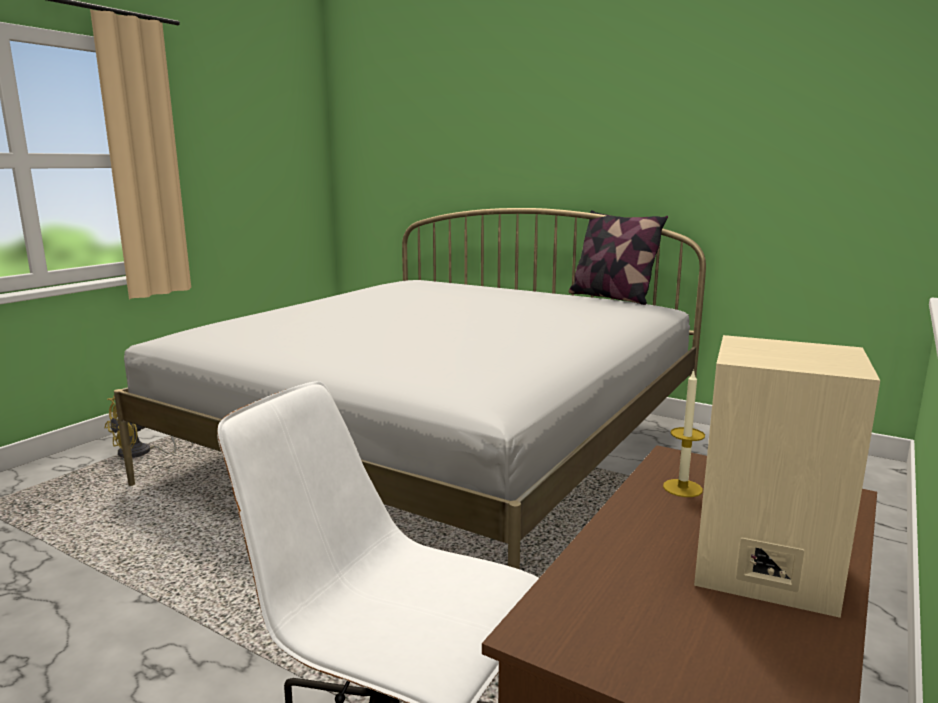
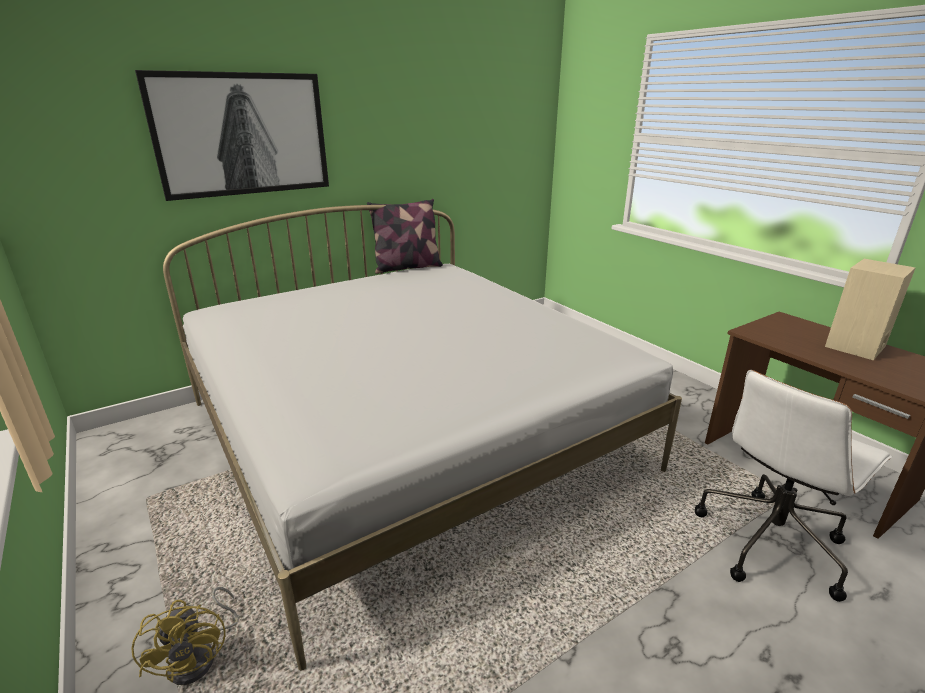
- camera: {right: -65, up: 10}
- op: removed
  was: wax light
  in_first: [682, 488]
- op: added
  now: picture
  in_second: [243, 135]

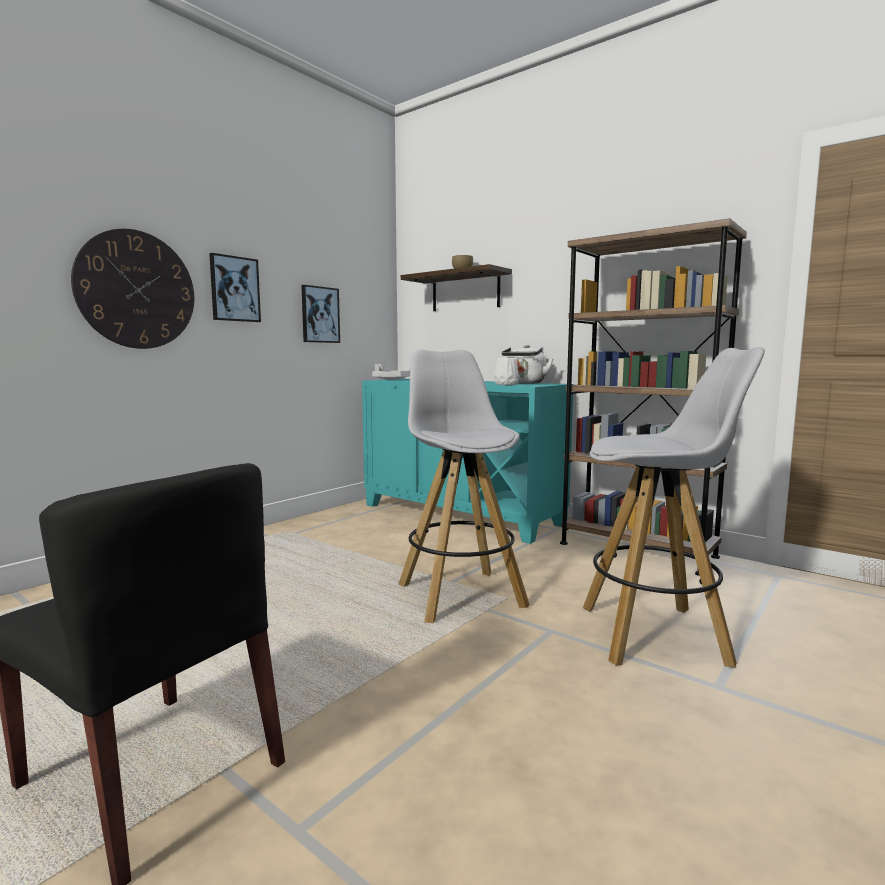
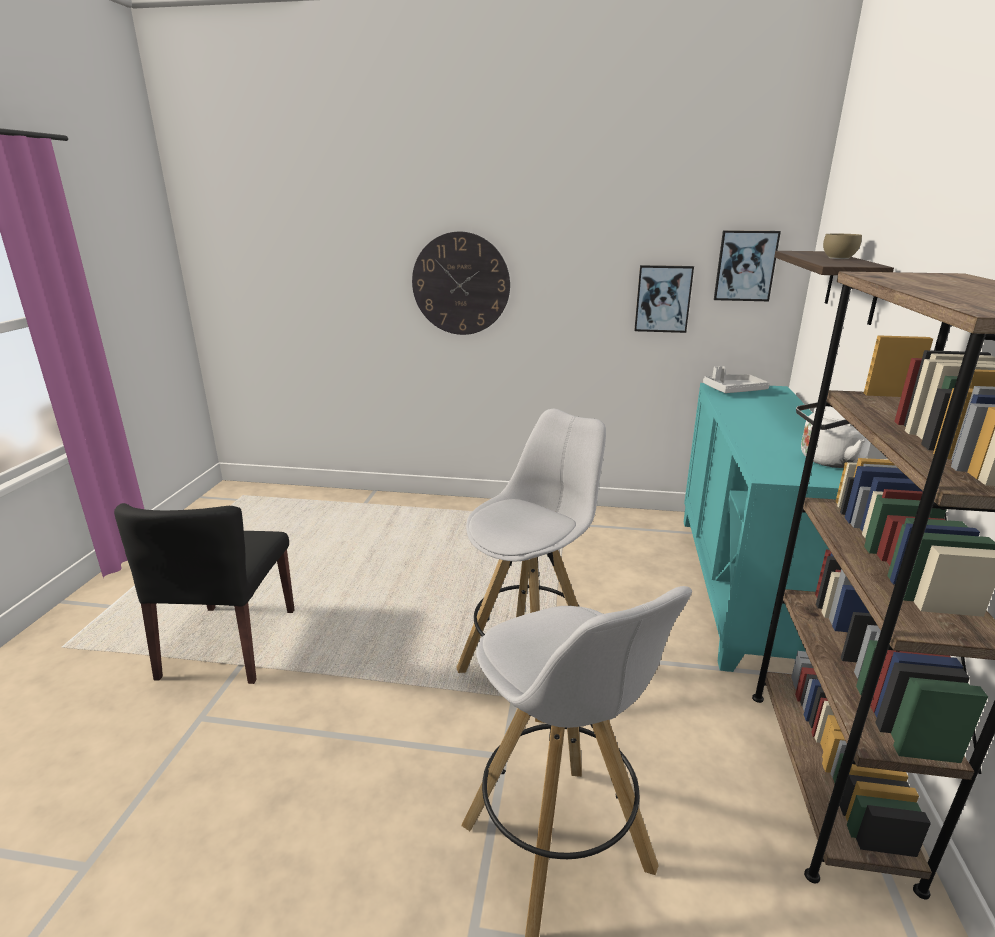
- camera: {right: 60, up: 15}
- op: removed
  was: white decorative vase
  in_first: [506, 384]
- op: moved
  was: picture
  in_first: [234, 289]
  in_second: [745, 266]

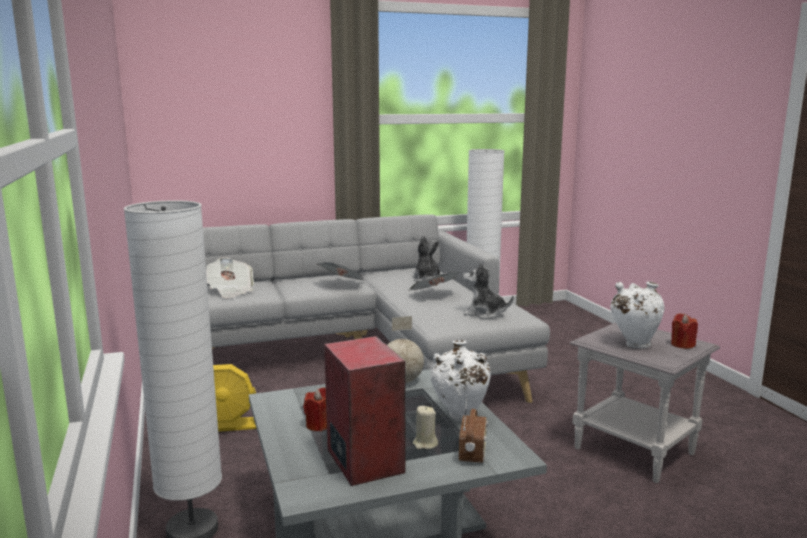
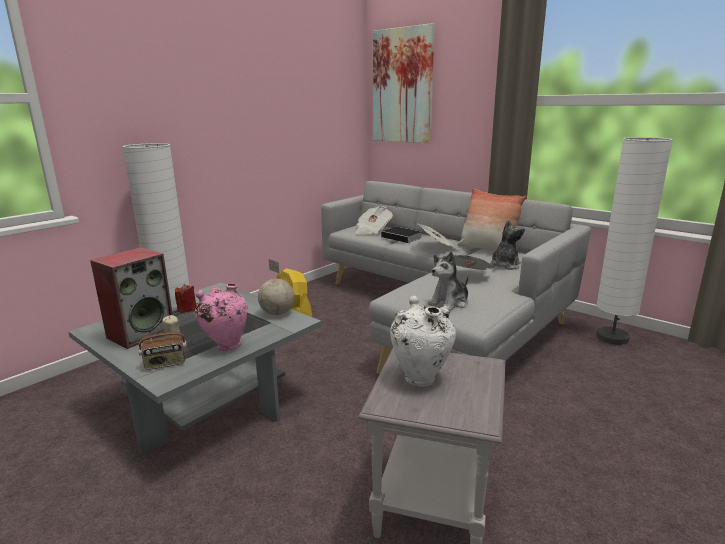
- camera: {right: 60, up: 5}
- op: removed
  was: reddish wax light
  in_first: [682, 344]
- op: added
  now: picture
  in_second: [402, 86]
- op: added
  now: book
  in_second: [402, 237]
- op: added
  now: throw pillow
  in_second: [487, 250]
- op: recoloured
  was: white decorative vase
  now: pink-coloured decorative vase
  in_first: [459, 417]
  in_second: [225, 346]
- op: turned
  was: plush toy
  in_first: [484, 314]
  in_second: [449, 303]
  clockwise: -120

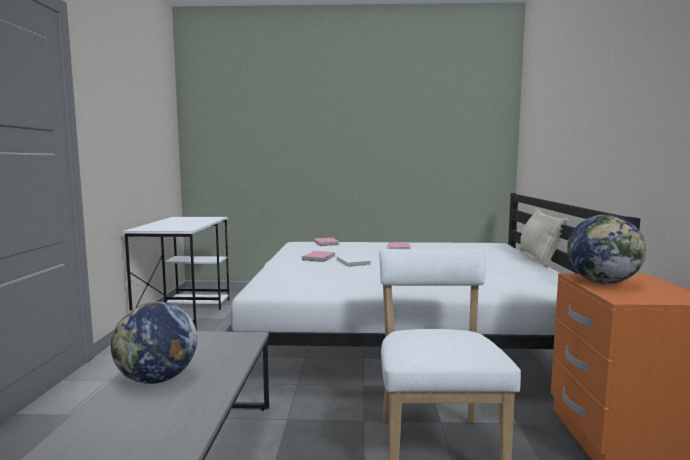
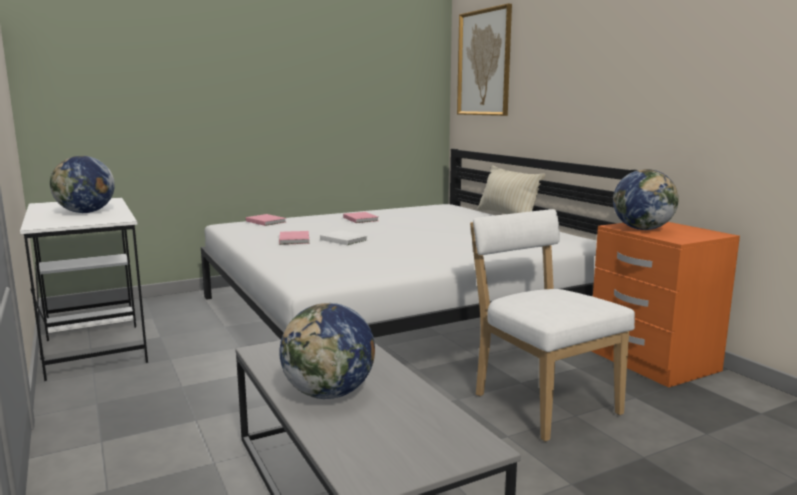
- camera: {right: -30, up: 5}
- op: added
  now: desk globe
  in_second: [86, 212]
- op: added
  now: picture
  in_second: [484, 63]

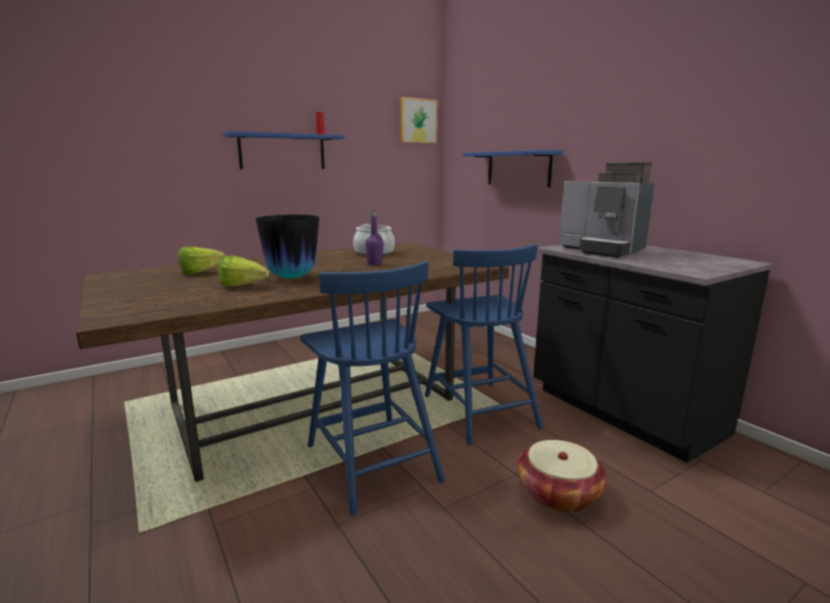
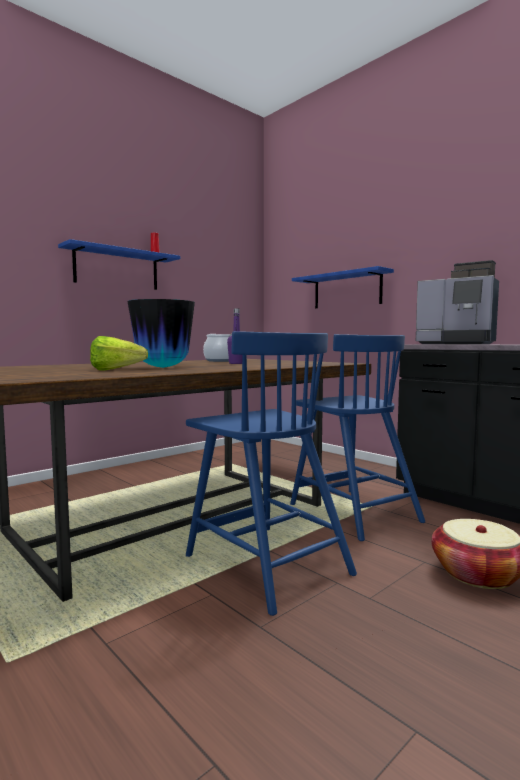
- camera: {right: -10, up: -10}
- op: removed
  was: lettuce
  in_first: [204, 272]
- op: removed
  was: picture
  in_first: [417, 121]

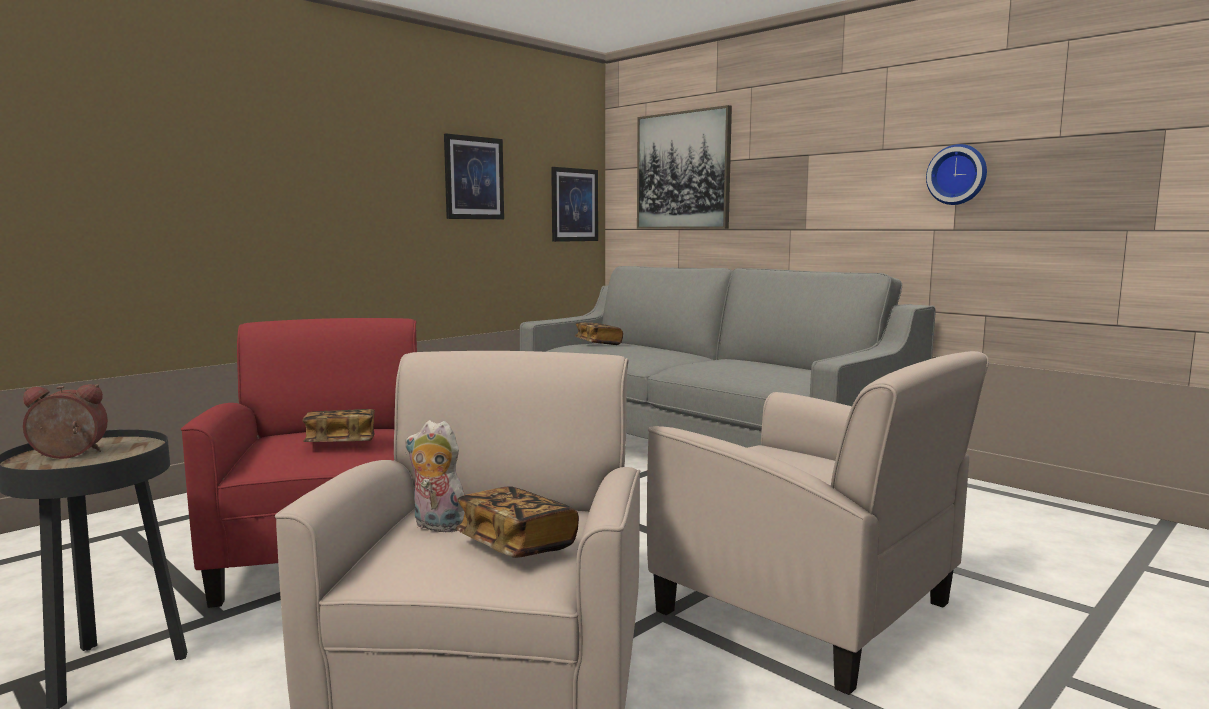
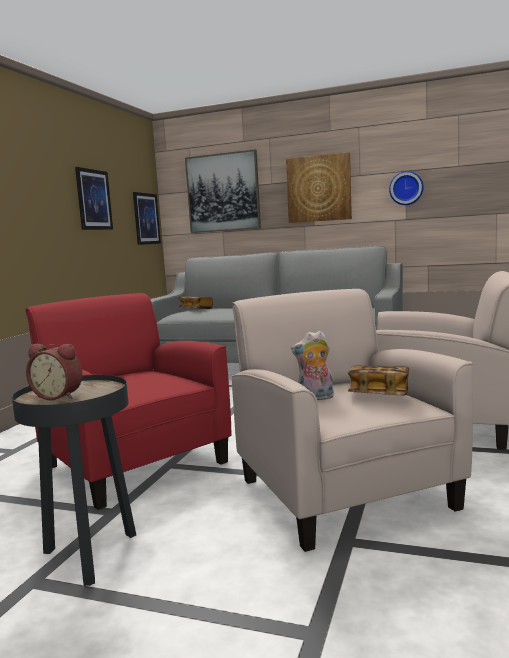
- camera: {right: -25, up: 0}
- op: removed
  was: book
  in_first: [341, 443]
- op: added
  now: picture
  in_second: [319, 188]
- op: turned
  was: table clock
  in_first: [68, 455]
  in_second: [59, 396]
  clockwise: -120

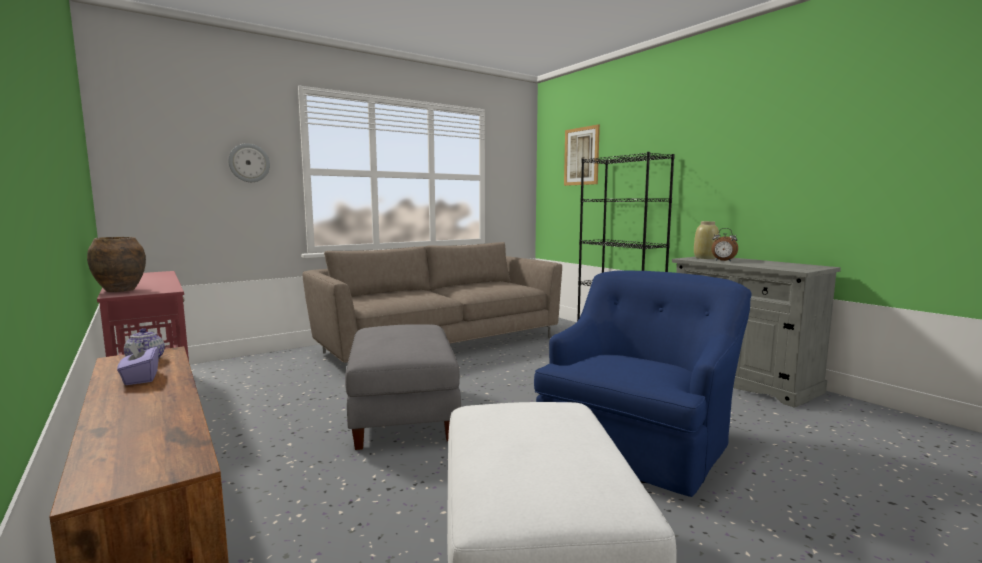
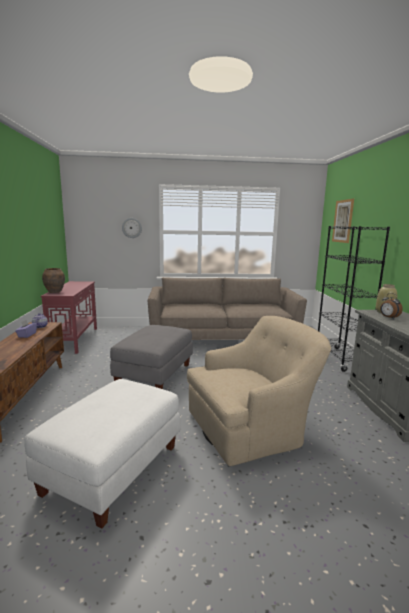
- camera: {right: 30, up: 5}
- op: recoloured
  was: blue-coloured easy chair
  now: beige easy chair
  in_first: [638, 441]
  in_second: [252, 427]

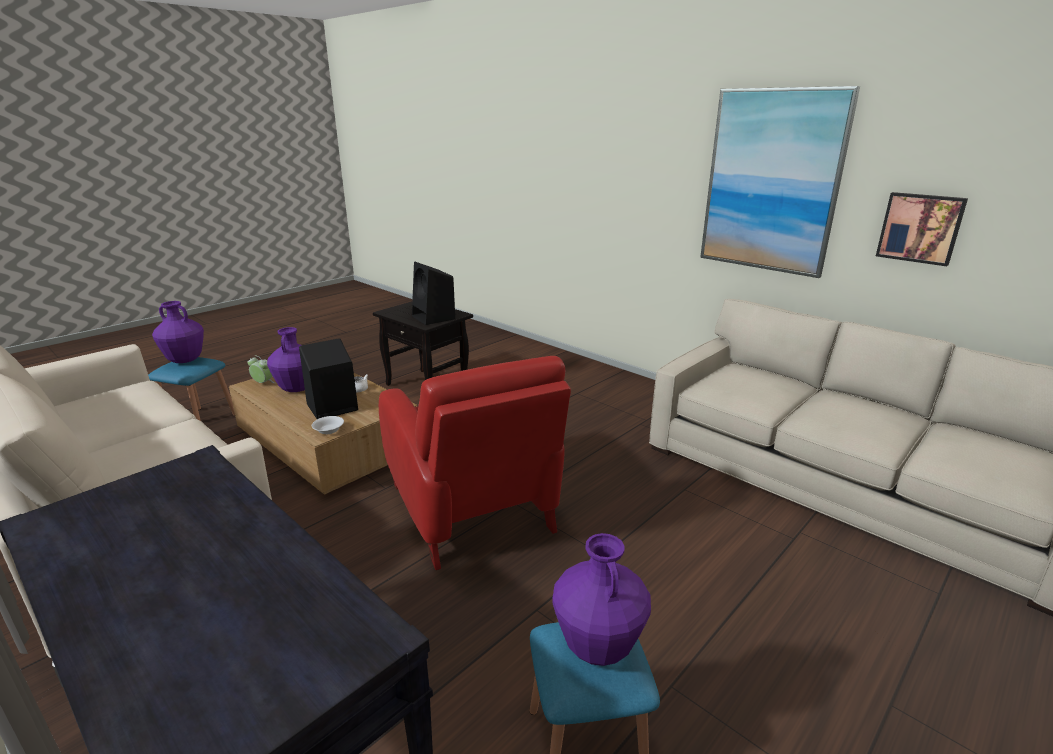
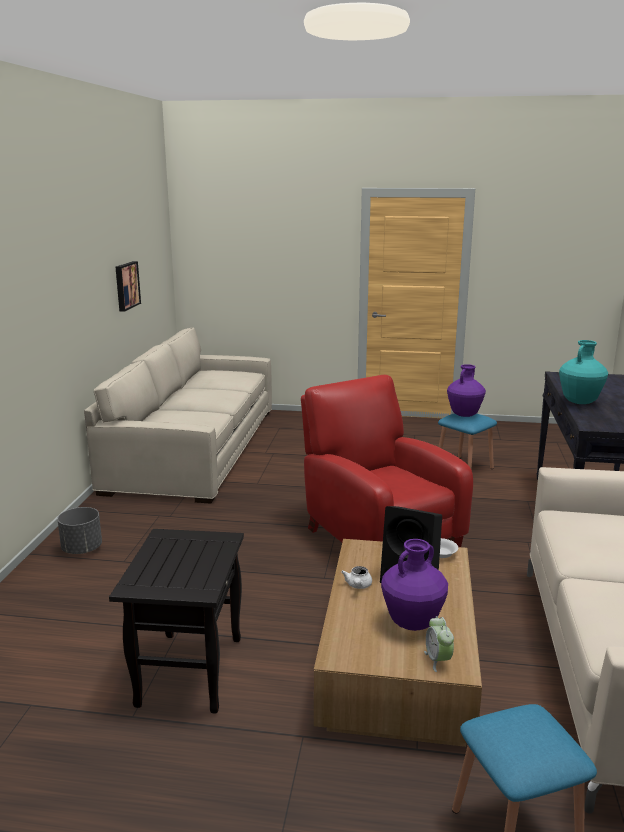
- camera: {right: -125, up: -5}
- op: removed
  was: purple decorative vase
  in_first: [185, 360]
- op: removed
  was: blackish speaker
  in_first: [434, 318]
- op: removed
  was: picture
  in_first: [771, 182]
- op: added
  now: grey flower pot
  in_second: [81, 549]
- op: added
  now: turquoise-coloured decorative vase
  in_second: [579, 402]
- op: turned
  was: reddish easy chair
  in_first: [473, 511]
  in_second: [378, 538]
  clockwise: -60

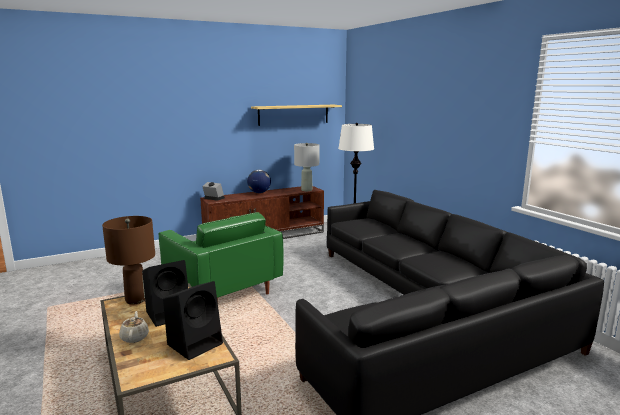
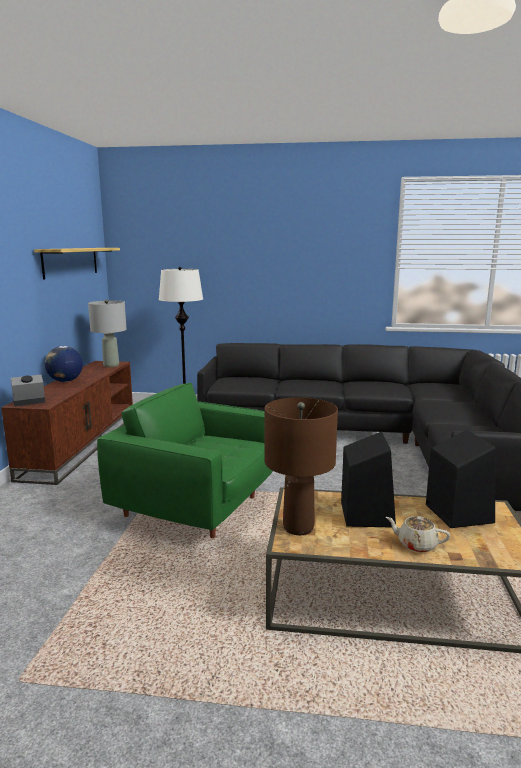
- camera: {right: -55, up: 0}
- op: turned
  was: green easy chair
  in_first: [222, 289]
  in_second: [197, 507]
  clockwise: -150

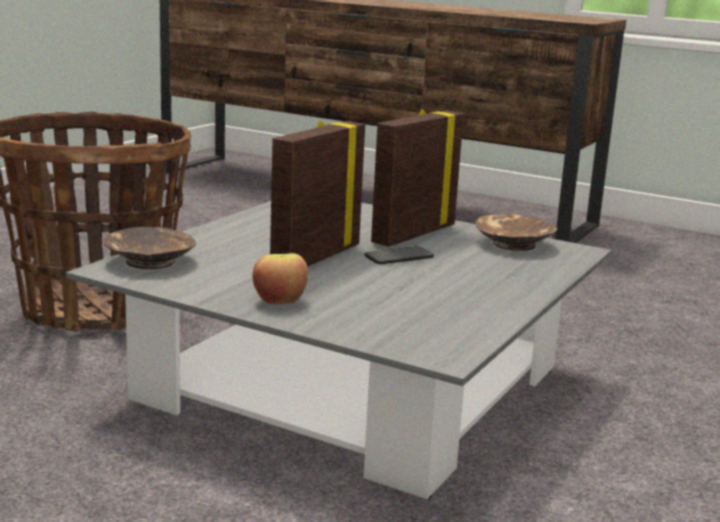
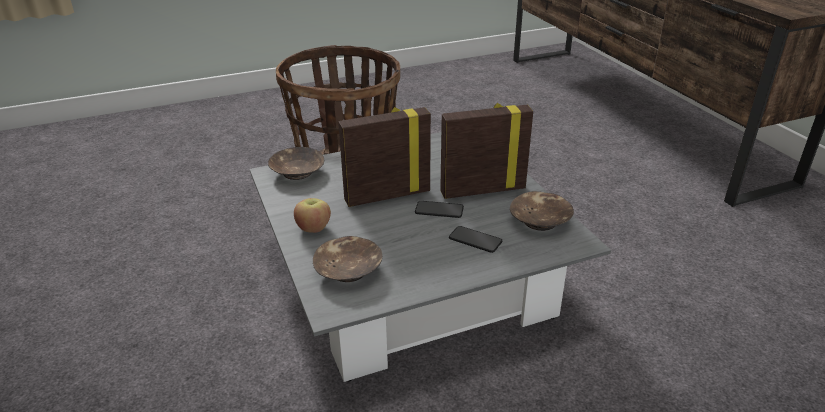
- camera: {right: 40, up: 15}
- op: added
  now: brown bowl
  in_second: [349, 270]
- op: added
  now: telephone
  in_second: [475, 240]

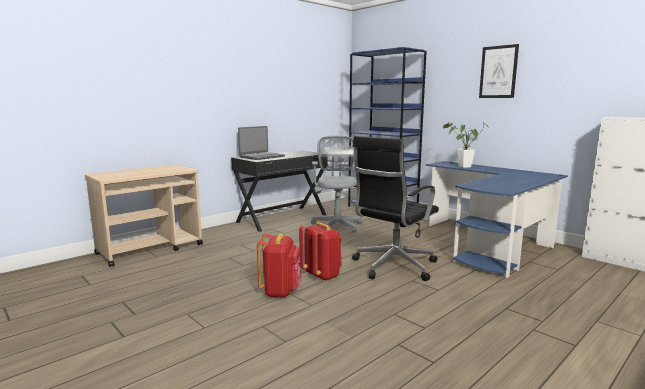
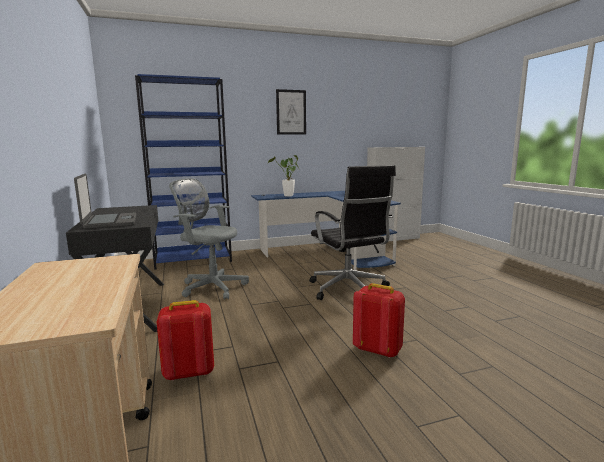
- camera: {right: -65, up: 0}
- op: moved
  was: reddish knapsack
  in_first: [322, 275]
  in_second: [188, 372]

